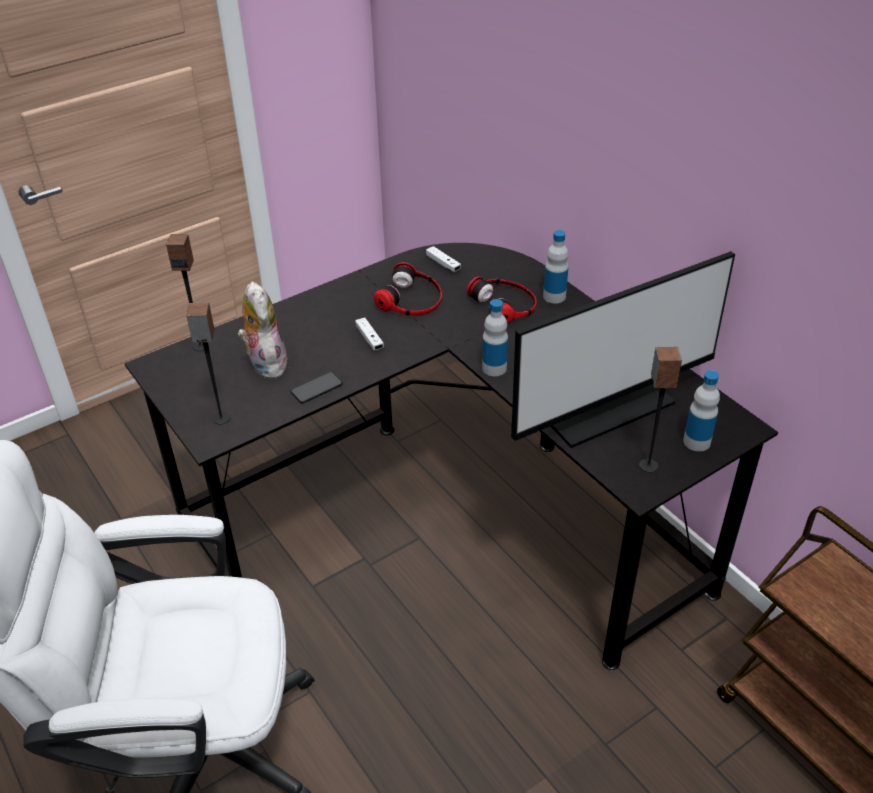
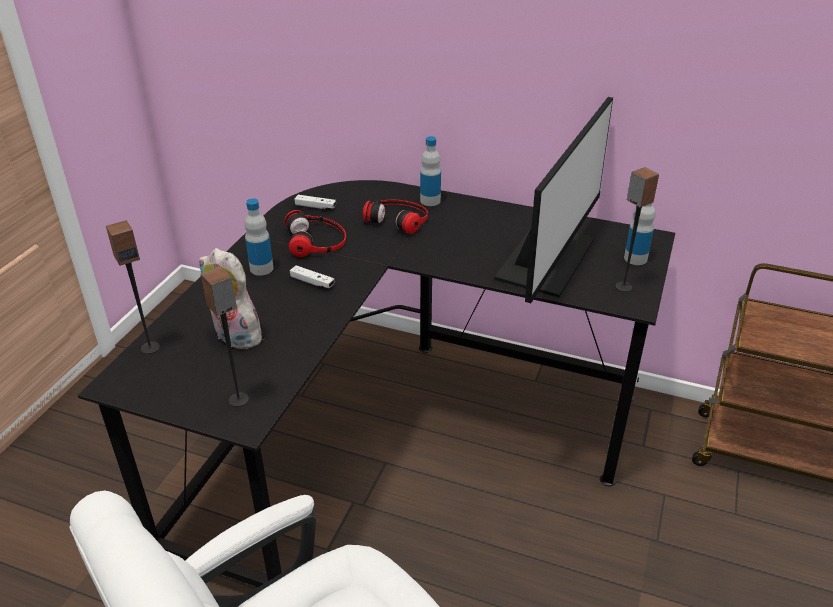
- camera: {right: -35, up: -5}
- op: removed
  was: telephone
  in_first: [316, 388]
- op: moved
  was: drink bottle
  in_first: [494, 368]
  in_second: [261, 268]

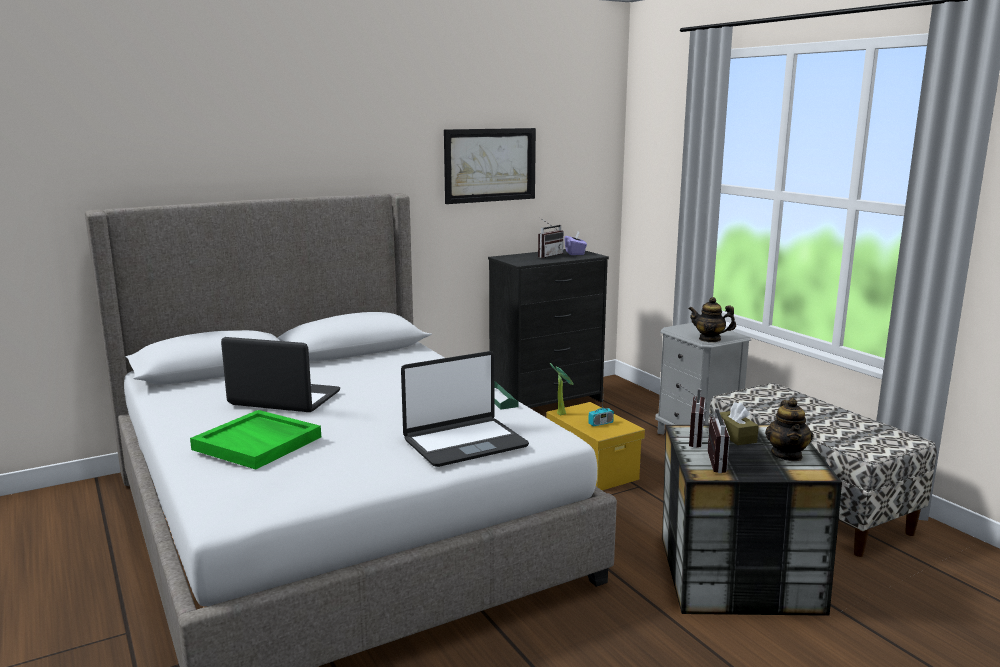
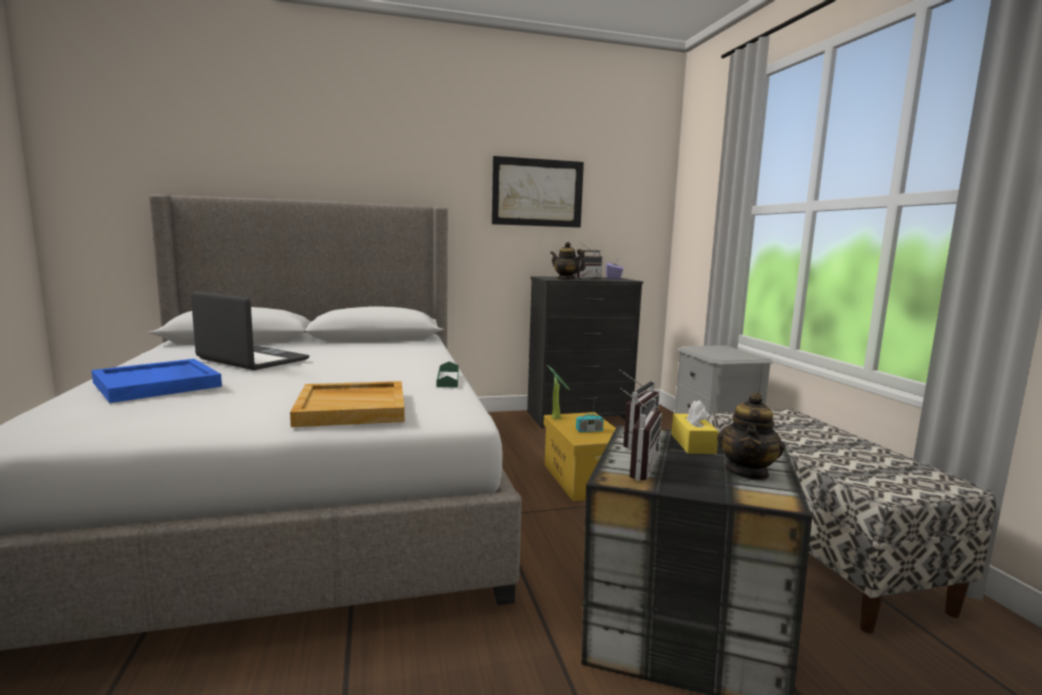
- camera: {right: 15, up: -5}
- op: moved
  was: tea pot
  in_first: [710, 339]
  in_second: [566, 279]
- op: replaced
  was: laptop
  now: beige serving tray
  in_first: [464, 443]
  in_second: [353, 408]
- op: recoloured
  was: green serving tray
  now: blue-coloured serving tray
  in_first: [258, 443]
  in_second: [158, 384]
- op: recoloured
  was: brown box of tissues
  now: yellow-coloured box of tissues
  in_first: [735, 436]
  in_second: [692, 444]

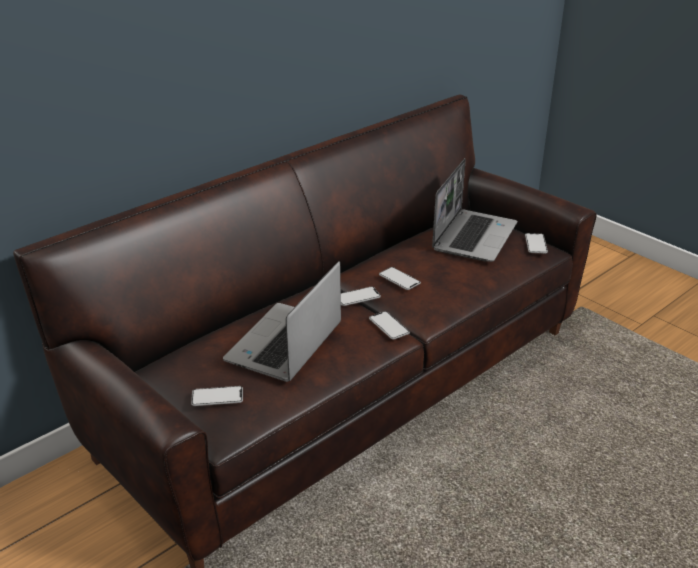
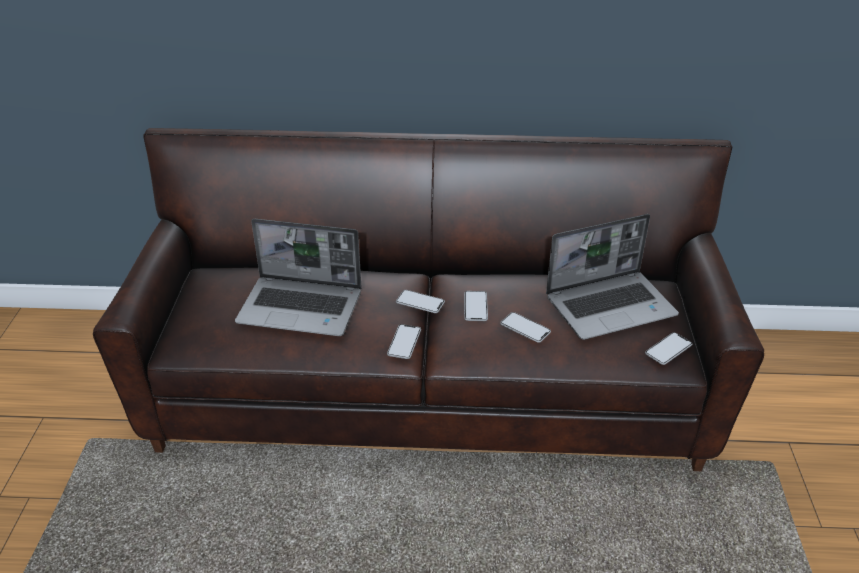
- camera: {right: 45, up: 5}
- op: moved
  was: telephone
  in_first: [217, 397]
  in_second: [525, 328]
- op: turned
  was: laptop
  in_first: [285, 345]
  in_second: [302, 307]
  clockwise: -150

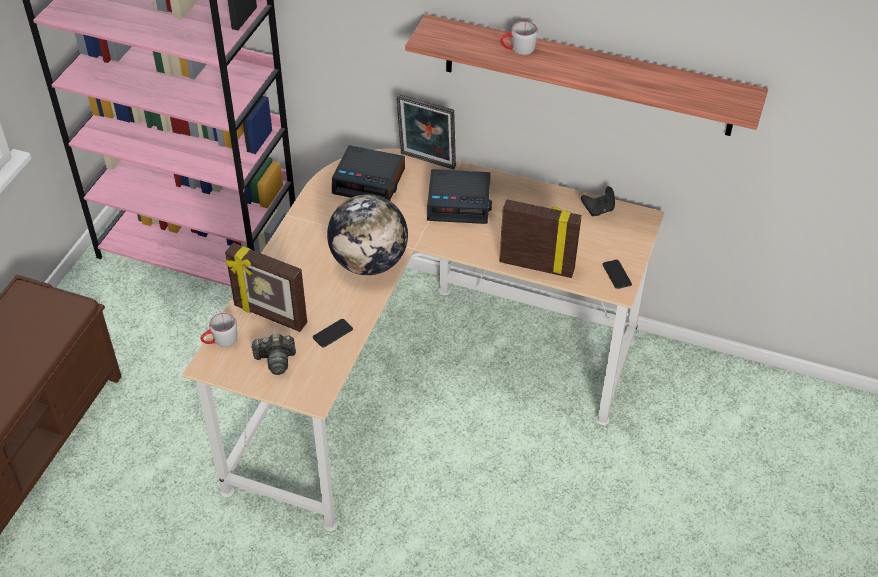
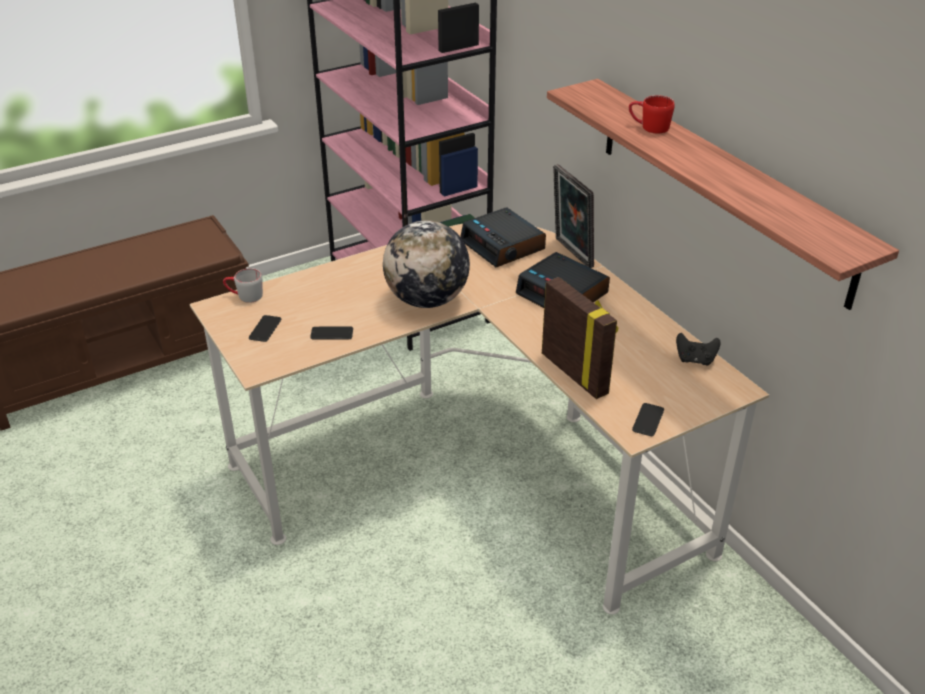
- camera: {right: 40, up: -10}
- op: removed
  was: photo frame
  in_first: [270, 315]
- op: replaced
  was: still camera
  now: telephone
  in_first: [275, 360]
  in_second: [265, 329]
- op: recoloured
  was: grey coffee mug
  now: reddish coffee mug
  in_first: [517, 49]
  in_second: [648, 127]

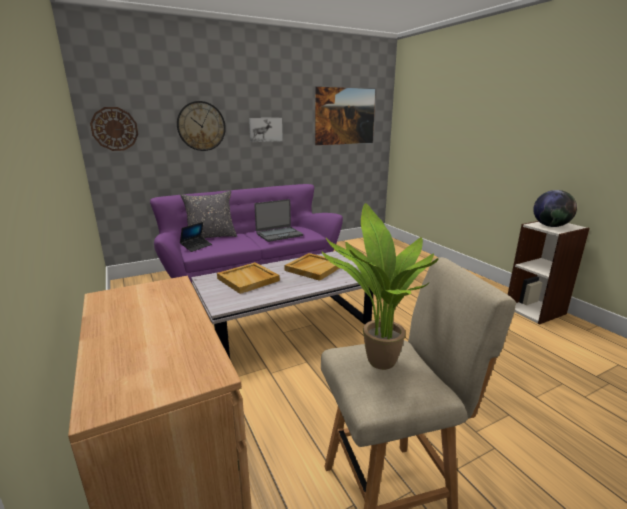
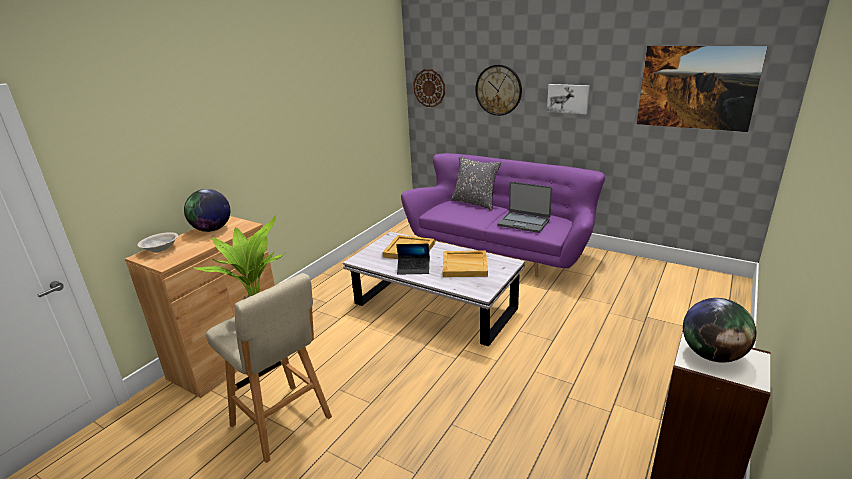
- camera: {right: 60, up: 5}
- op: added
  now: beige bowl
  in_second: [161, 249]
- op: added
  now: desk globe
  in_second: [212, 229]
- op: moved
  was: laptop
  in_first: [196, 246]
  in_second: [413, 269]

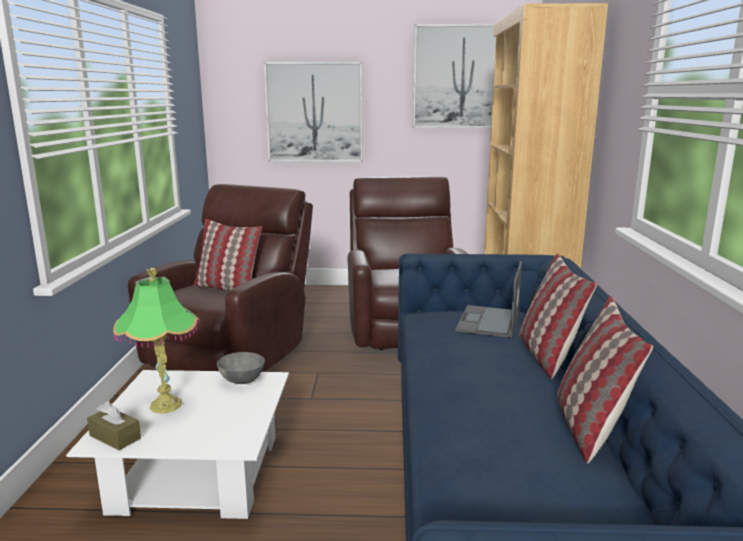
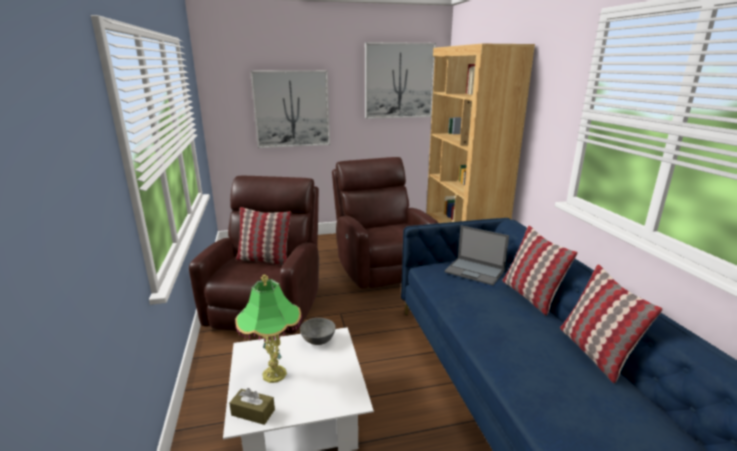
- camera: {right: -15, up: 5}
- op: turned
  was: laptop
  in_first: [488, 322]
  in_second: [475, 271]
  clockwise: -60

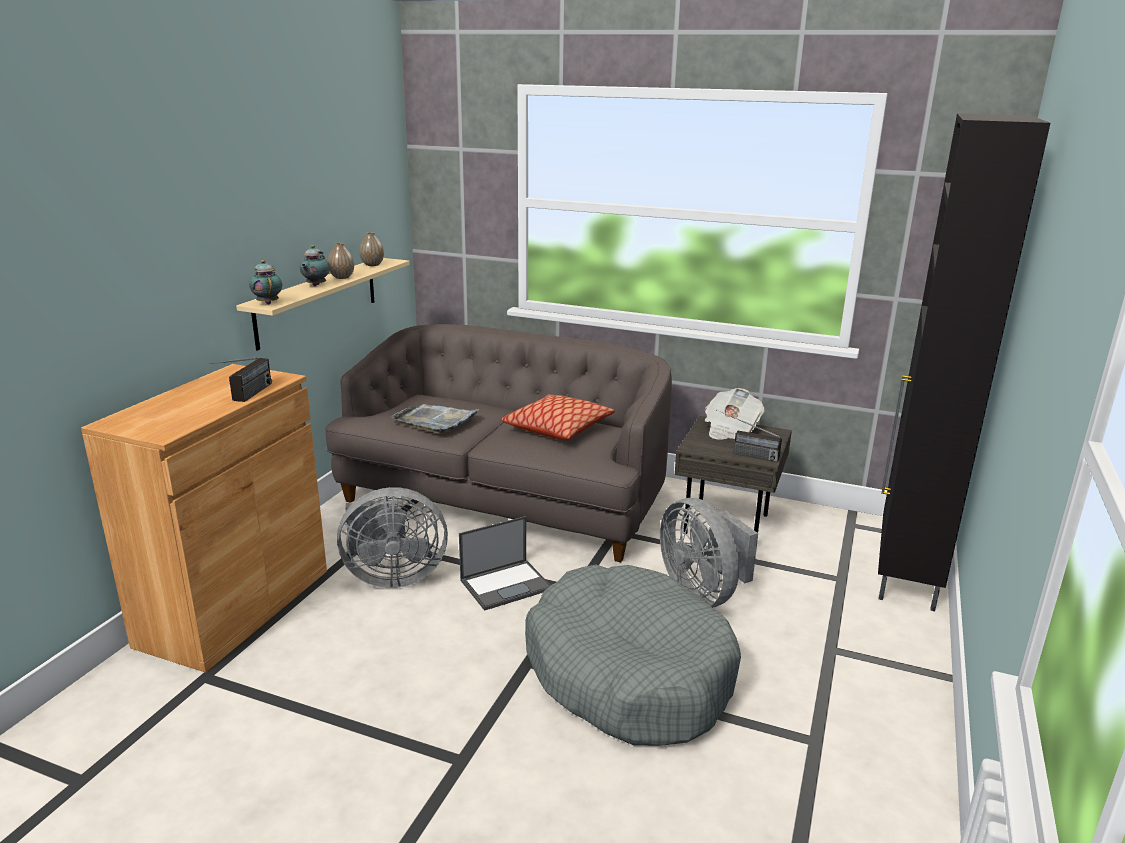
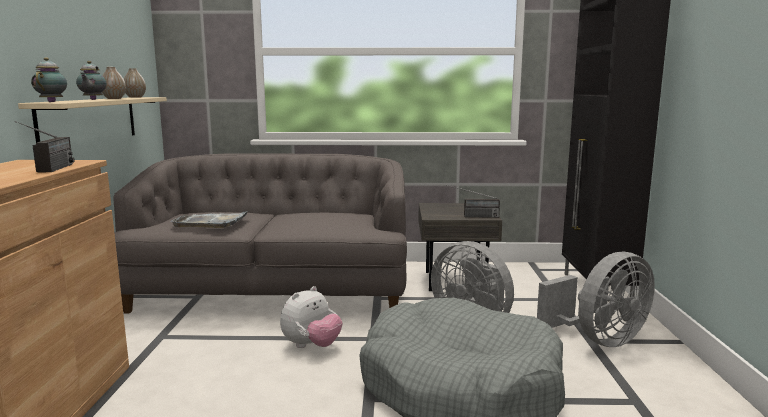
- camera: {right: -20, up: -10}
- op: removed
  was: throw pillow
  in_first: [558, 428]
- op: removed
  was: printed paper
  in_first: [730, 430]
- op: moved
  was: grey fan
  in_first: [392, 576]
  in_second: [599, 340]
- op: replaced
  was: laptop
  now: plush toy
  in_first: [506, 584]
  in_second: [311, 346]
- op: turned
  was: tea pot
  in_first: [268, 303]
  in_second: [53, 102]
  clockwise: 45

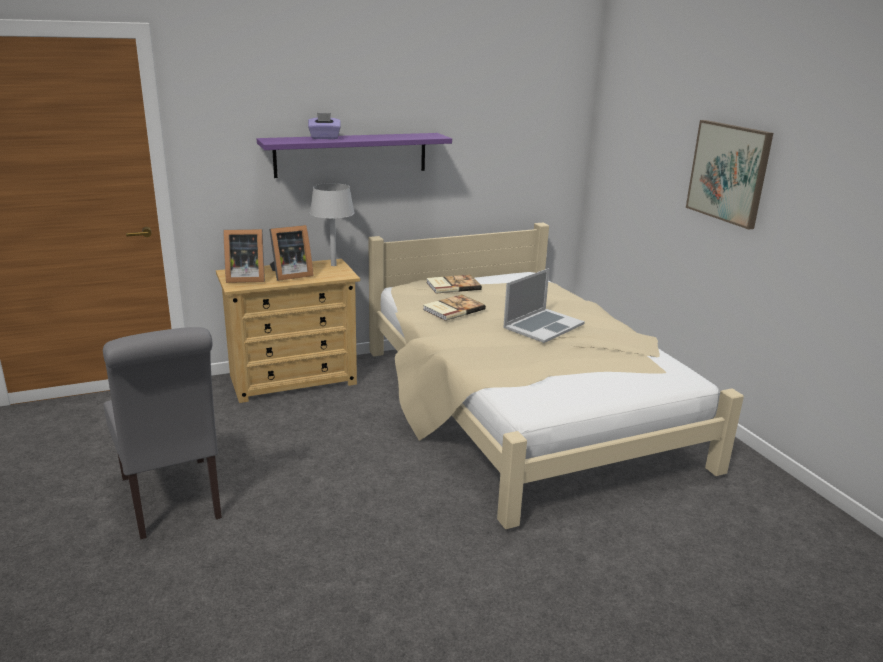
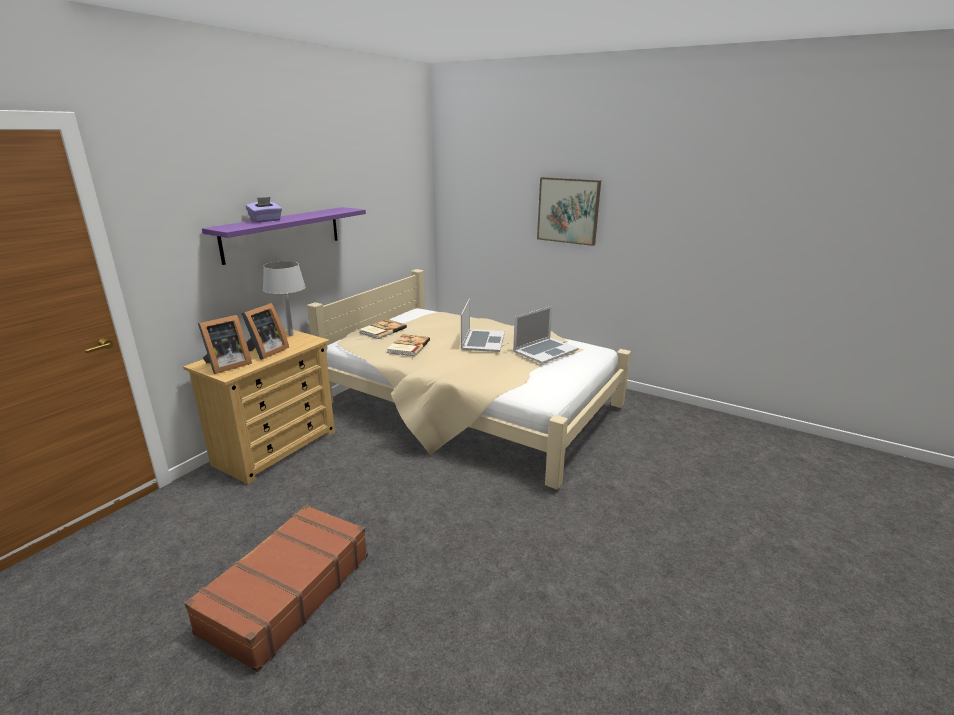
- camera: {right: -35, up: 0}
- op: added
  now: laptop
  in_second: [545, 350]
- op: replaced
  was: grey plain chair
  now: brown piece of luggage
  in_first: [173, 501]
  in_second: [286, 592]

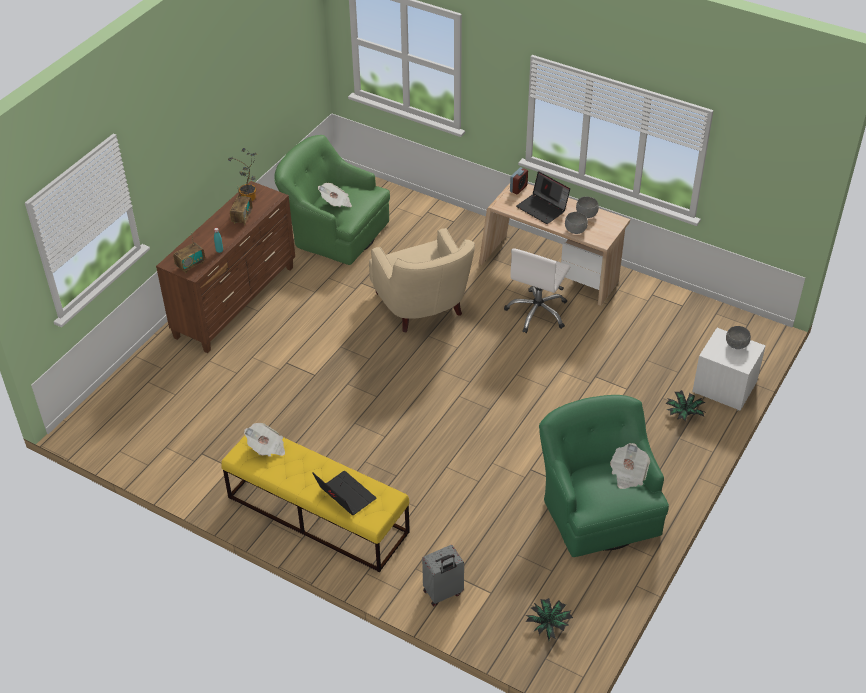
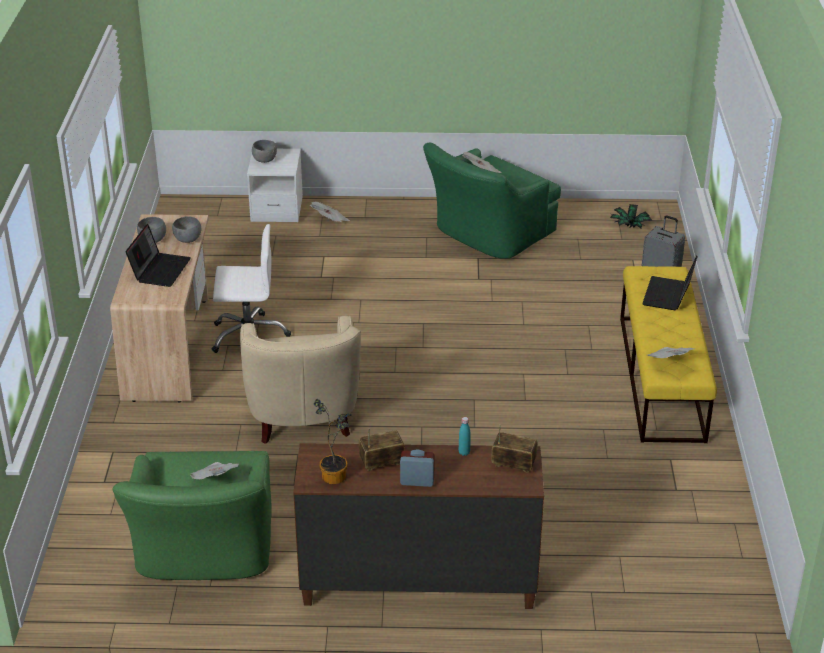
- camera: {right: -120, up: -10}
- op: moved
  was: table clock
  in_first: [518, 188]
  in_second: [417, 481]
- op: replaced
  was: potted plant
  now: printed paper
  in_first: [684, 413]
  in_second: [330, 221]
- op: turned
  was: beige easy chair
  in_first: [423, 307]
  in_second: [303, 418]
  clockwise: 135

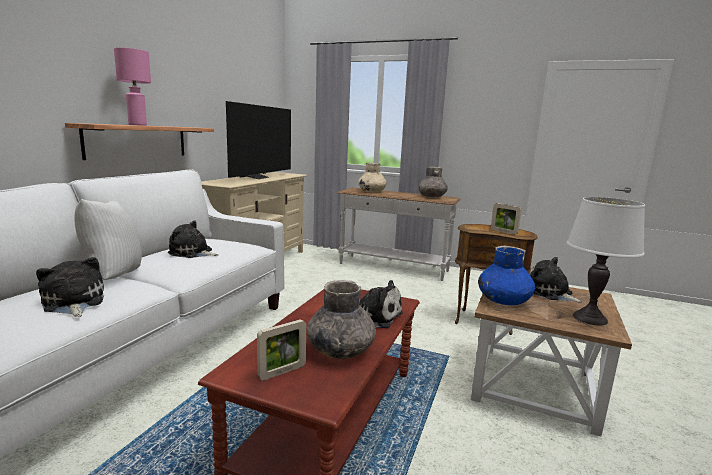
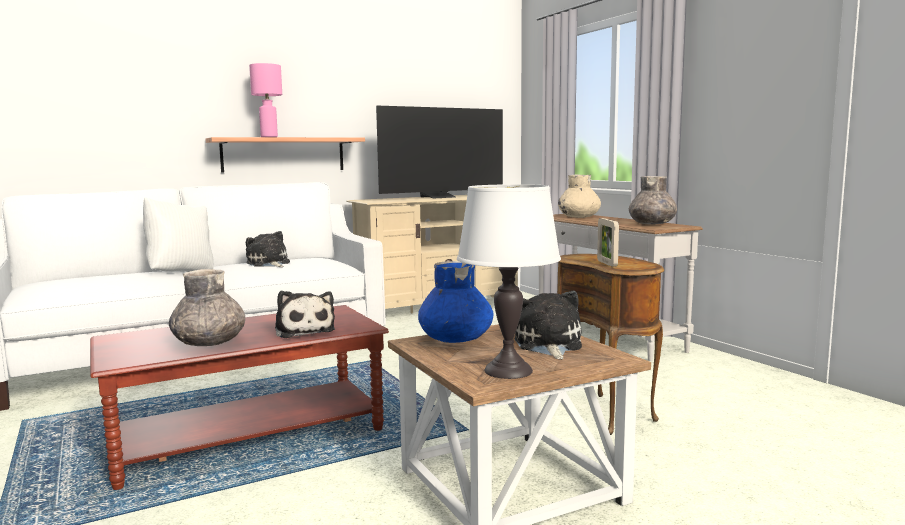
- camera: {right: 40, up: -5}
- op: removed
  was: plush toy
  in_first: [73, 303]
- op: removed
  was: photo frame
  in_first: [282, 372]

